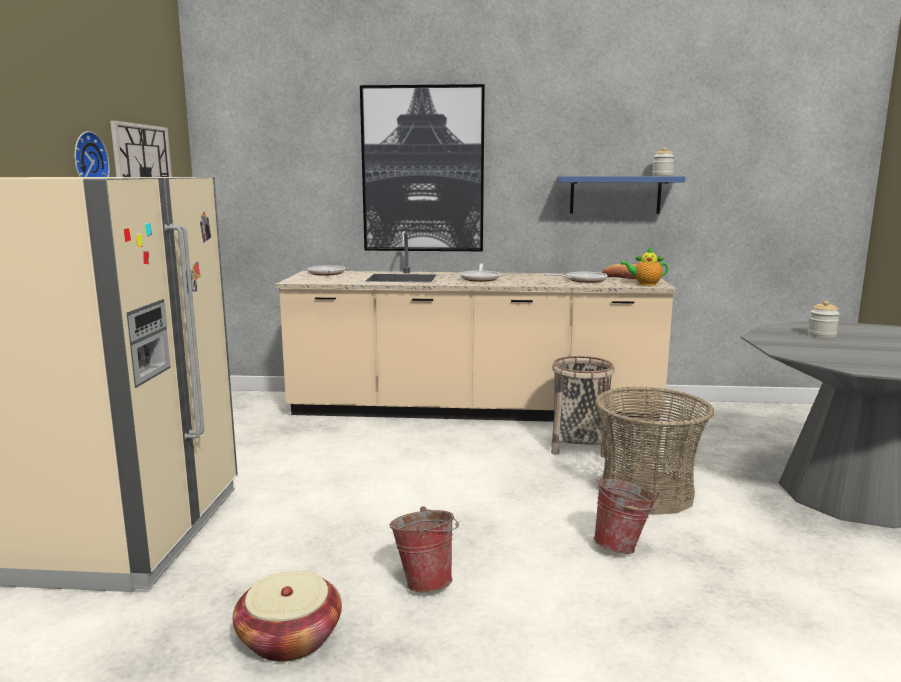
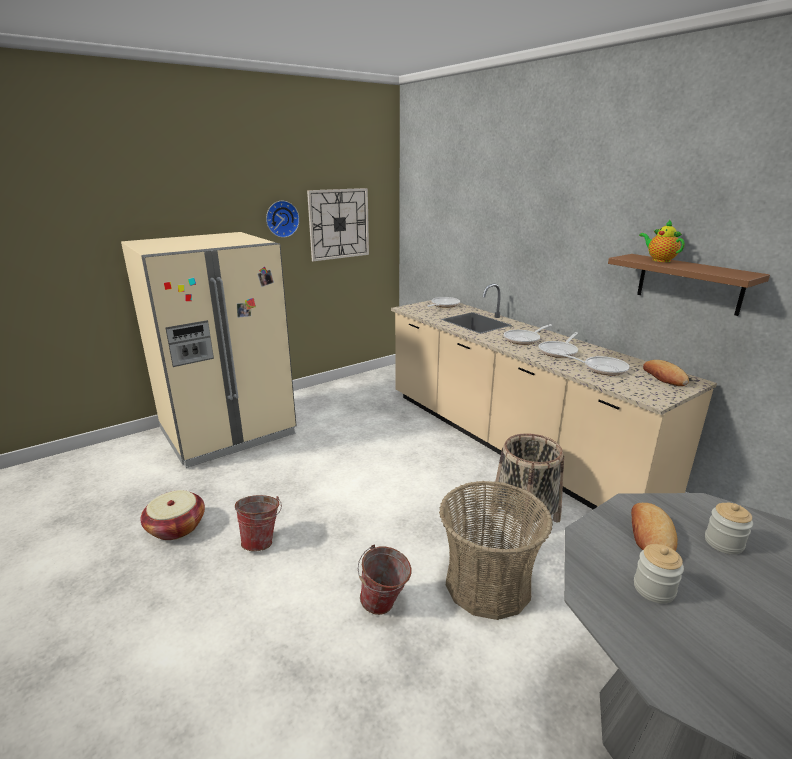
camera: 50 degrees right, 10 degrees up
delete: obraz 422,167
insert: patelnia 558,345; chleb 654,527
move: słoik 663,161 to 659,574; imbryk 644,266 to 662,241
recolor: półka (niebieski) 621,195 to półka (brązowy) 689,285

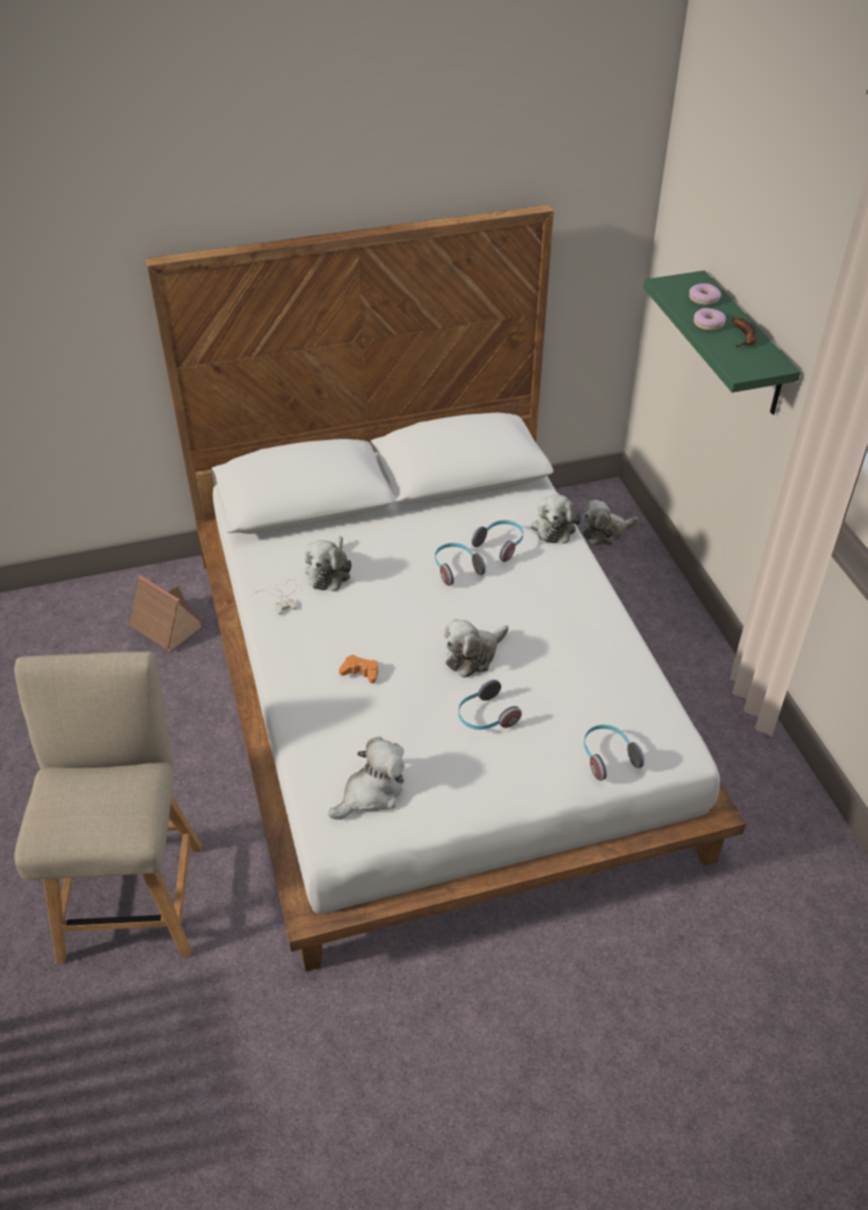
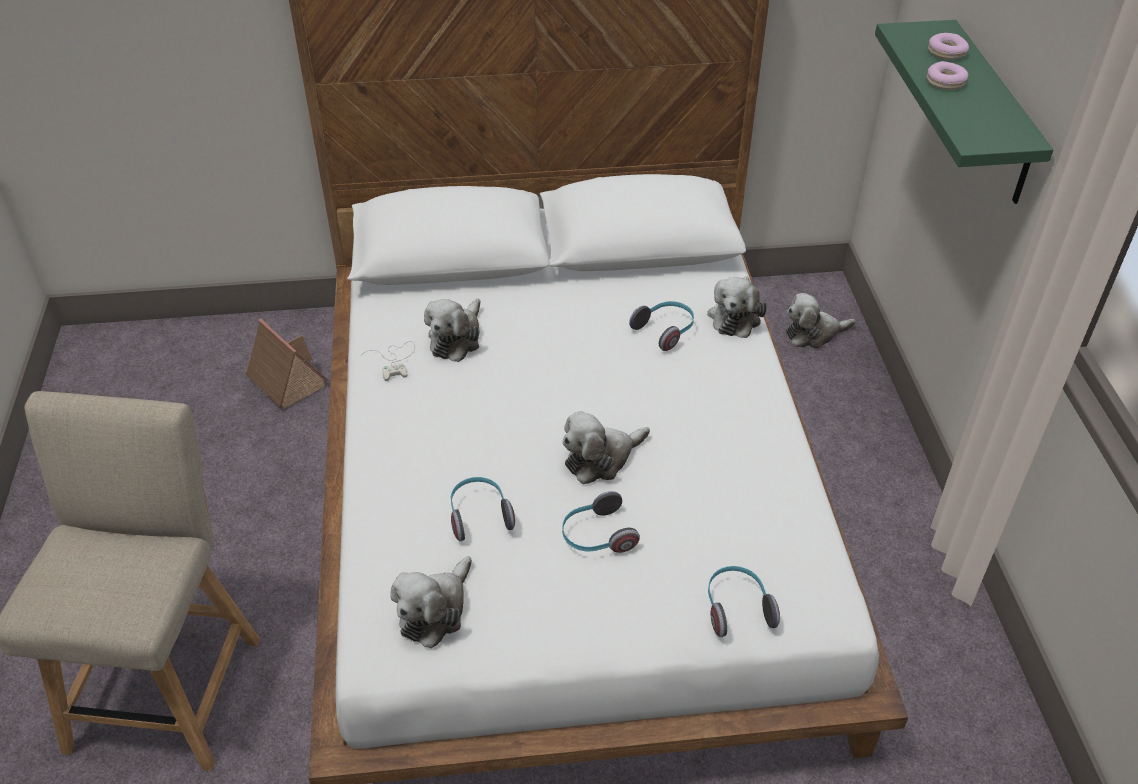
camera: 10 degrees right, 0 degrees up
delete: pad do gier (pomarańczowy) 358,669; banan 744,332
move: słuchawki 460,564 to 483,509
rotate: pluszak 366,778 = 431,602 150 degrees clockwise

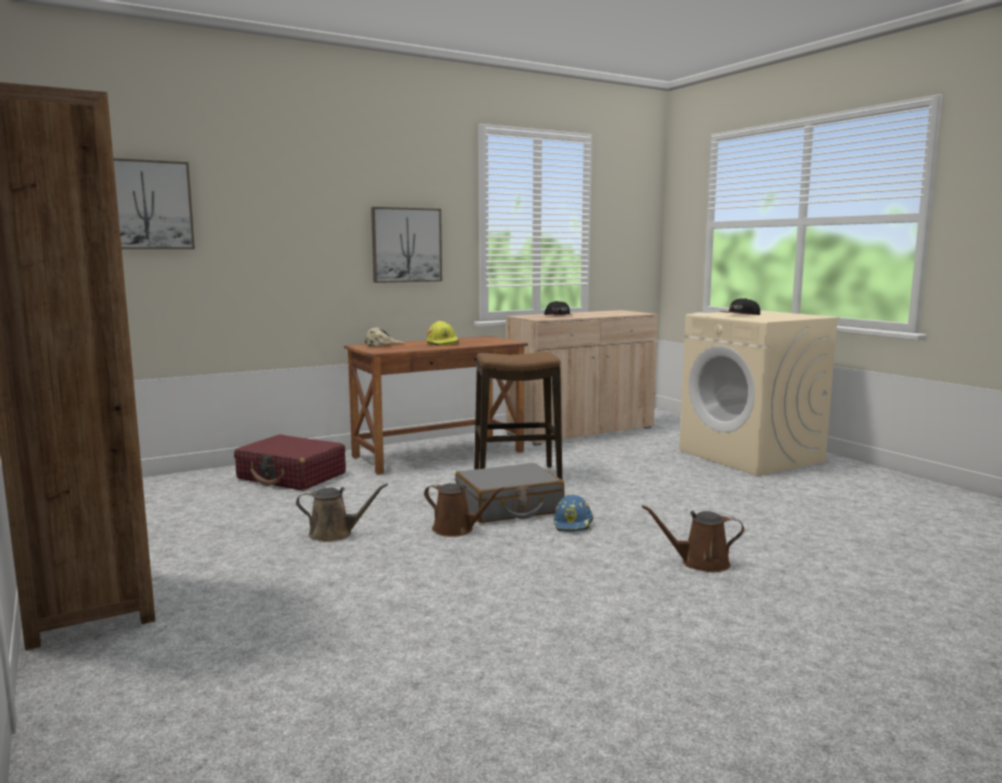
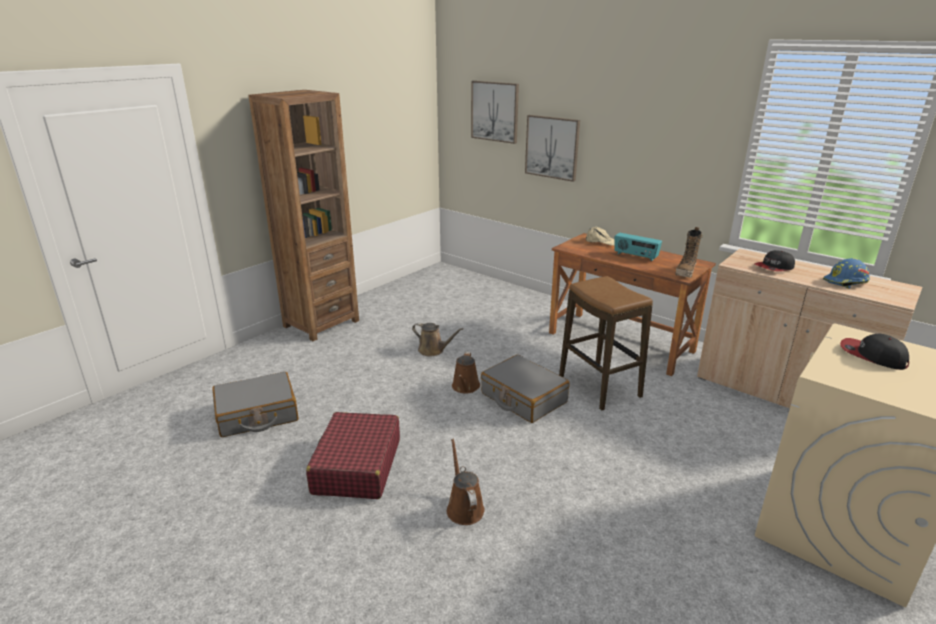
camera: 70 degrees right, 15 degrees up
insert: walizka (szary) 255,404; but z cholewką 688,252
move: walizka (czerwony) 290,462 to 353,455; obraz 406,245 to 552,148; kask (niebieski) 573,513 to 846,273
replace: kask (żółty) 443,333 to radio 638,247
rotate: konewka (brązowy) 342,512 = 438,339 45 degrees counterclockwise

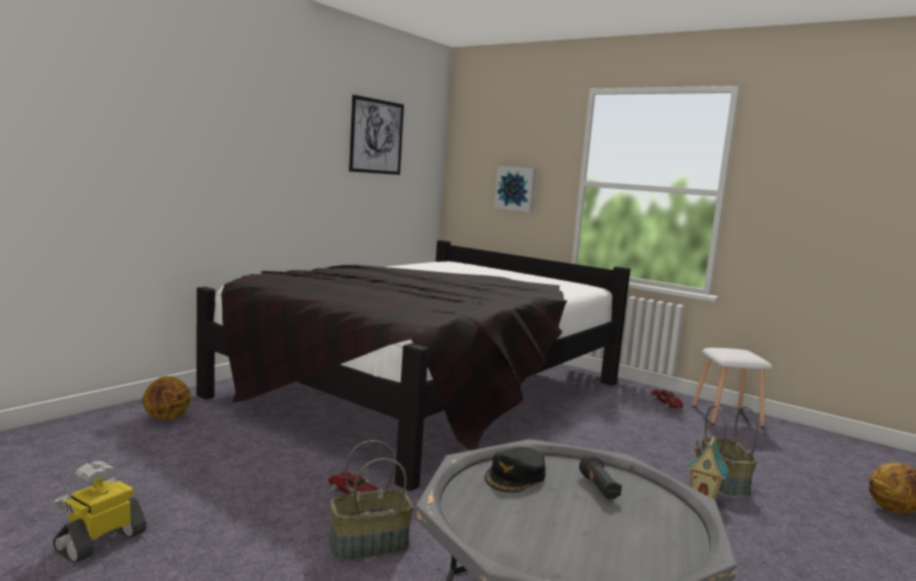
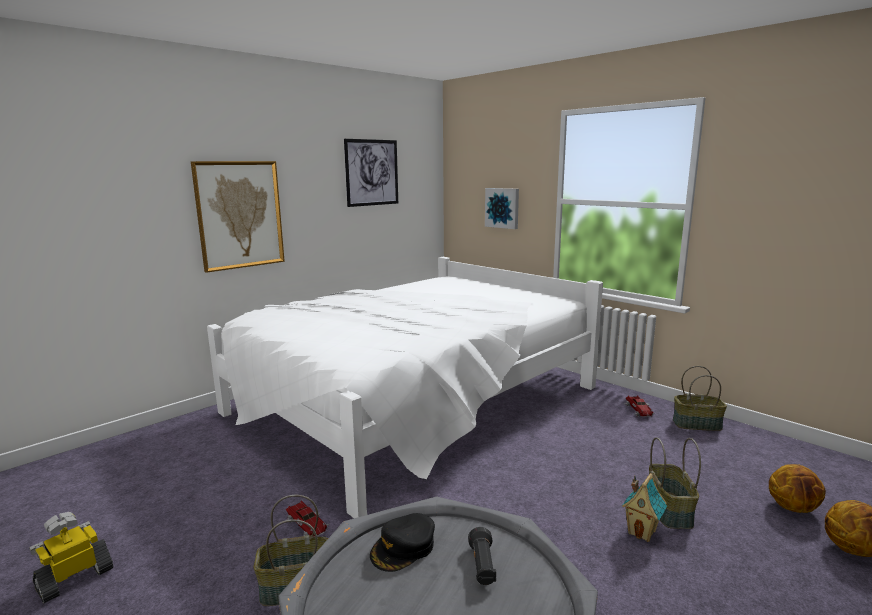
camera: 10 degrees right, 5 degrees up
insert: obraz 238,217
move: piłka do koszykówki 166,398 to 797,488
replace: stołek (biały) 732,388 to koszyk 700,398
recolor: łóżko (czarny) 413,365 to łóżko (biały) 405,387

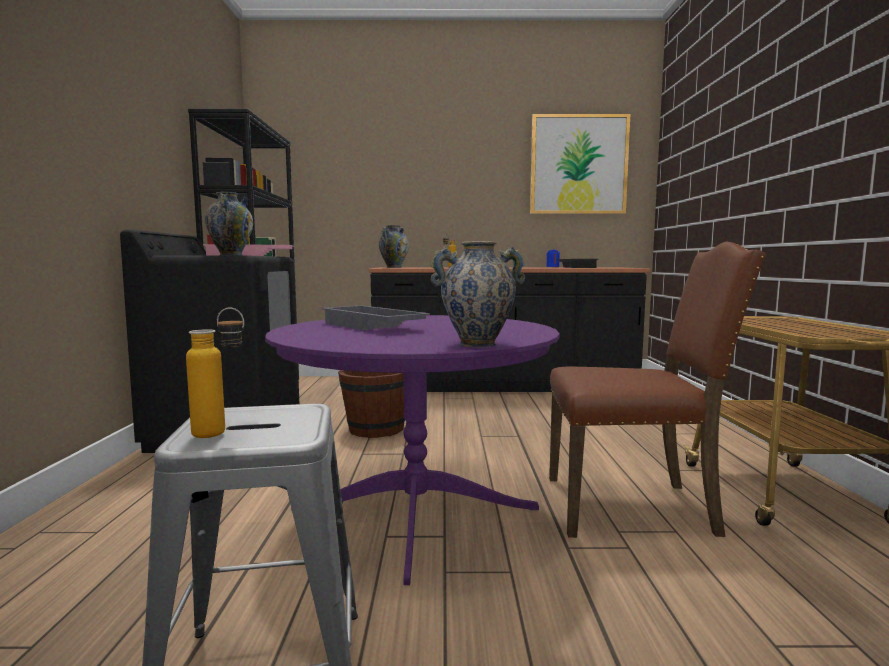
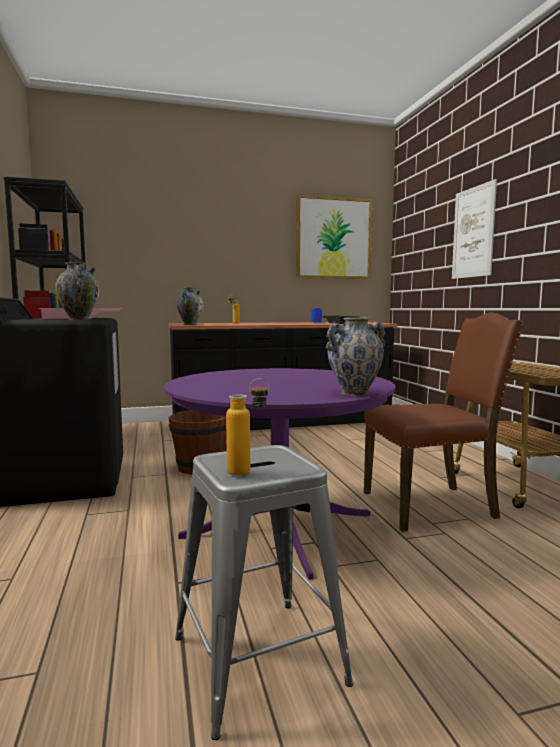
camera: 15 degrees left, 0 degrees up
delete: taca (szary) 376,317
insert: obraz 474,229

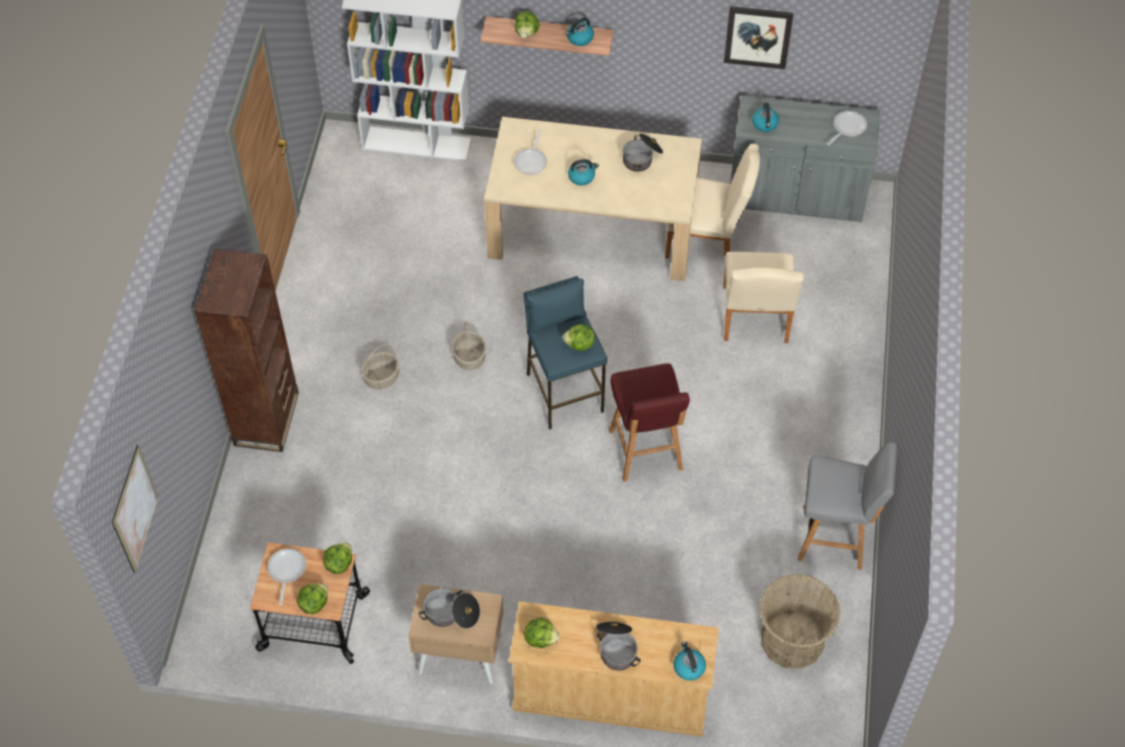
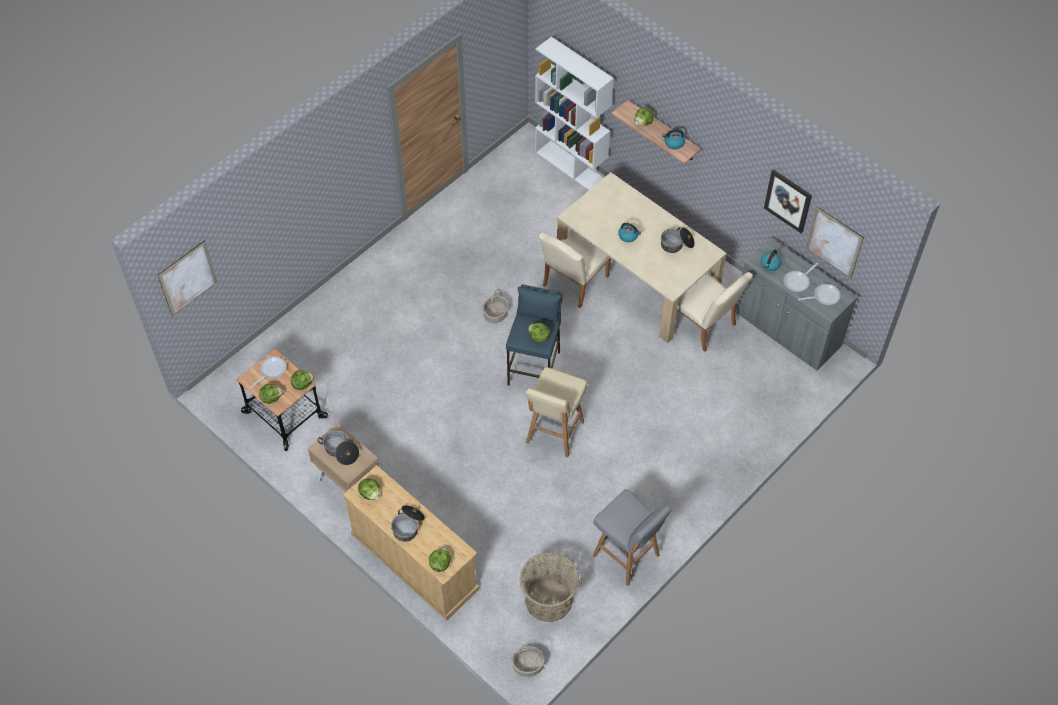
camera: 35 degrees right, 0 degrees up
delete: regał (brązowy) 246,350
insert: obraz 835,243
move: koszyk 380,366 to 528,661; krzesło (beżowy) 764,297 to 574,268; patelnia 530,152 to 800,277
replace: czajnik 689,661 to sałata 439,559
recolor: stołek (czerwony) 649,423 to stołek (beżowy) 556,412

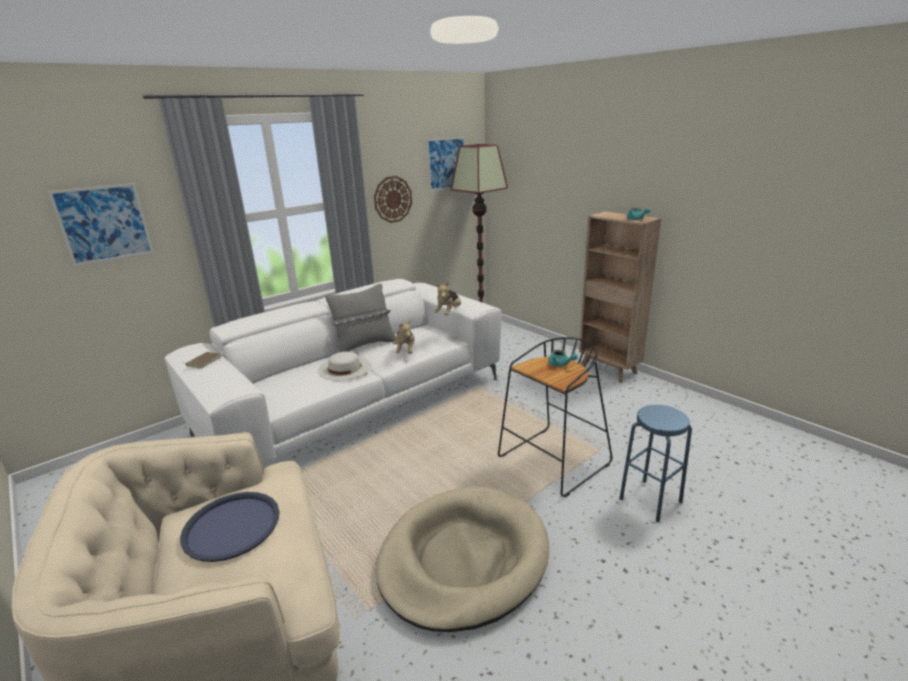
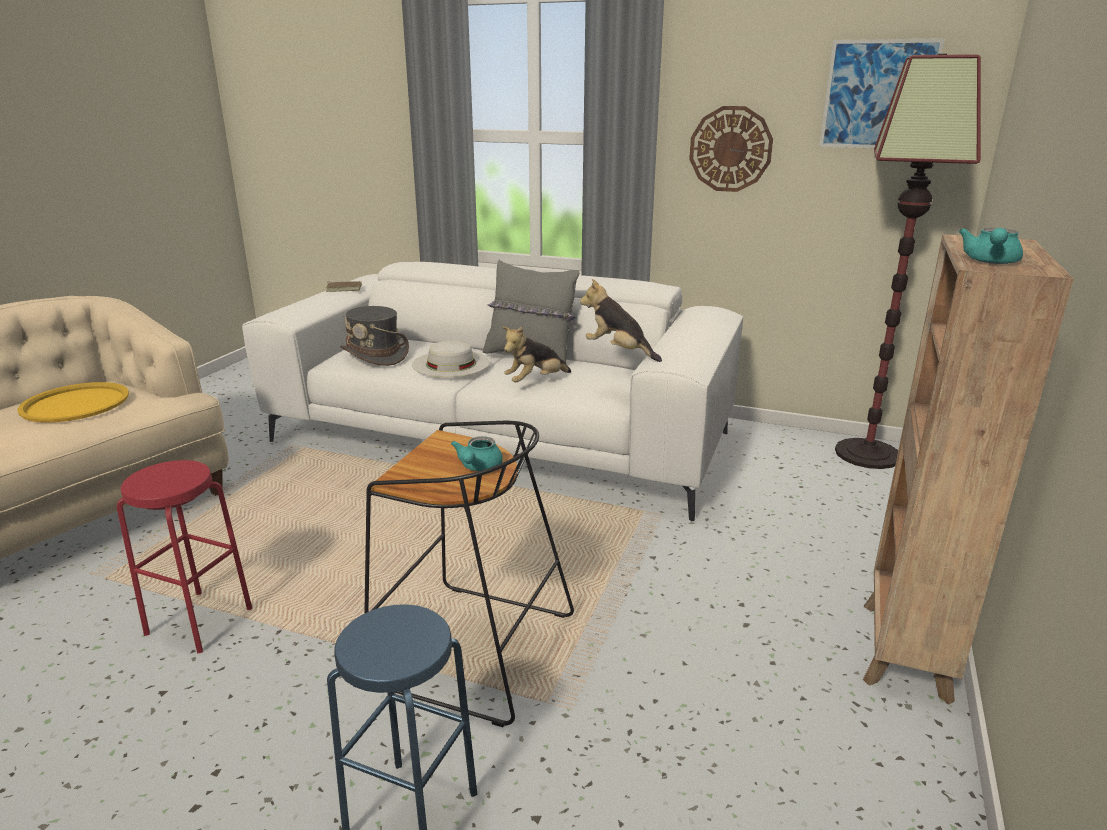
camera: 60 degrees right, 0 degrees up
delete: obraz 101,224
insert: kapelusz (szary) 374,336
replace: legowisko (beżowy) 462,559 to stołek (czerwony) 184,556
recolor: taca (niebieski) 230,527 to taca (żółty) 73,402
rotate: pluszak 447,298 = 621,320 45 degrees clockwise

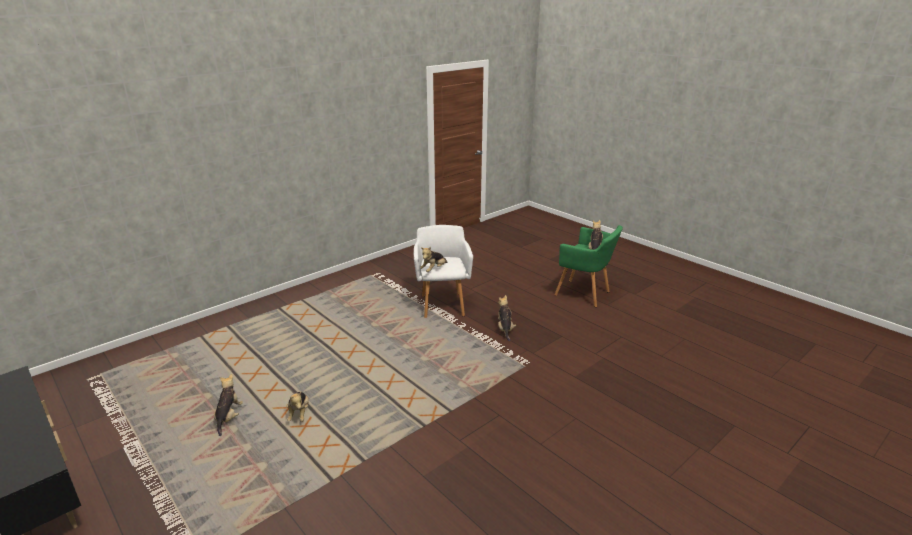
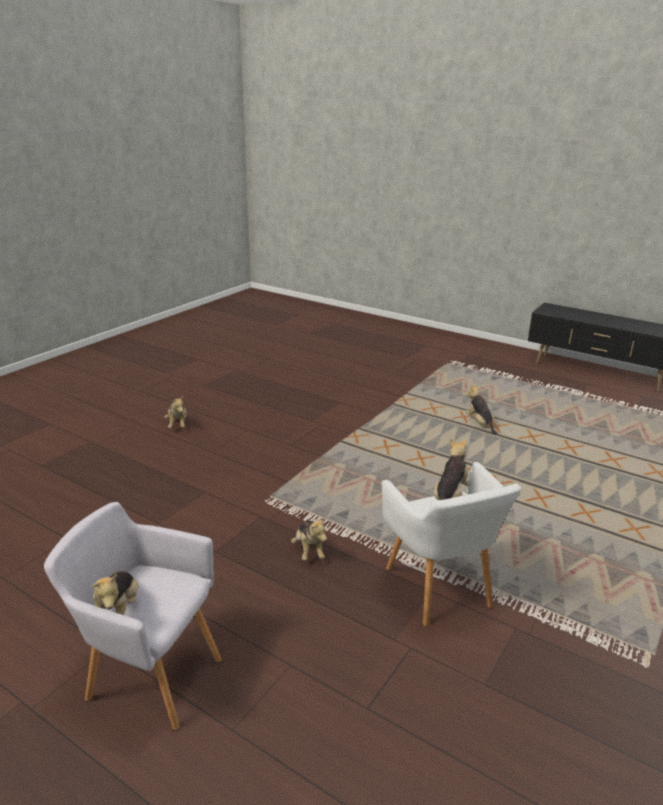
camera: 165 degrees right, 0 degrees up
move: pluszak 228,405 to 175,412
recolor: fotel (zielony) 589,266 to fotel (szary) 133,616

